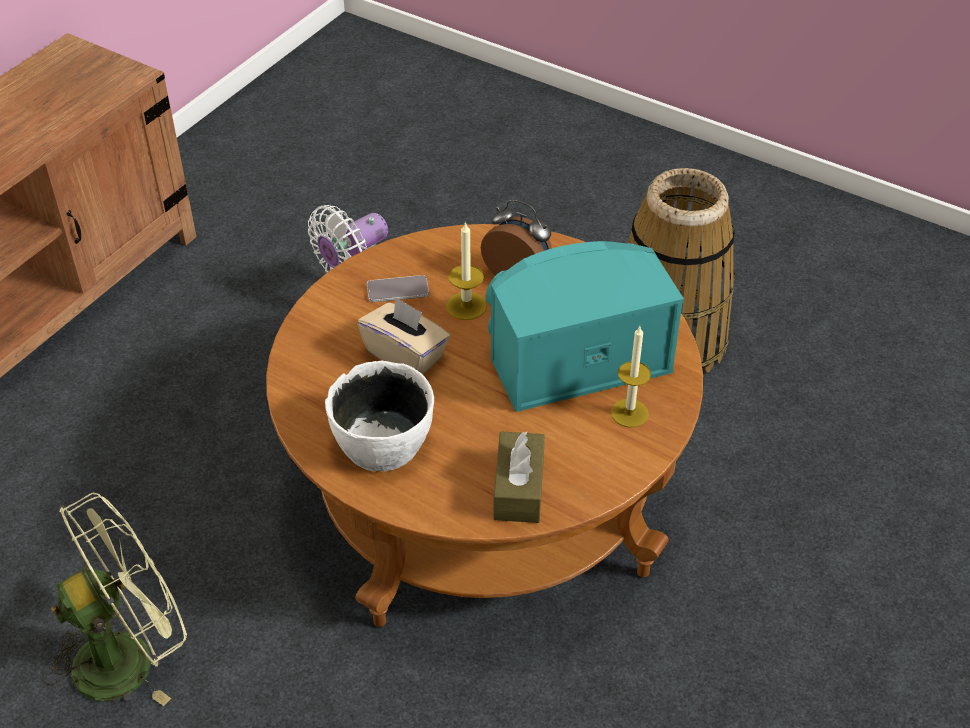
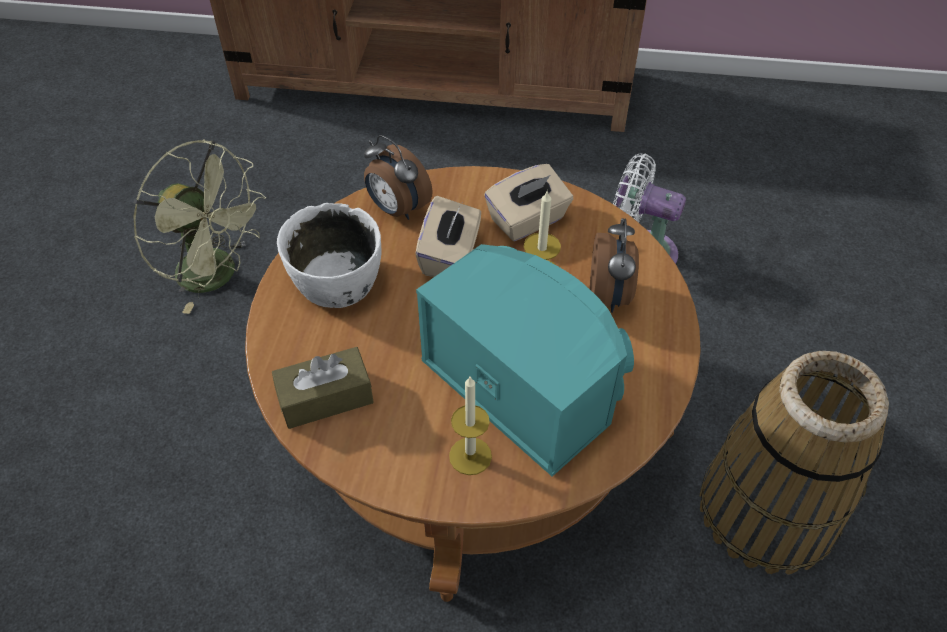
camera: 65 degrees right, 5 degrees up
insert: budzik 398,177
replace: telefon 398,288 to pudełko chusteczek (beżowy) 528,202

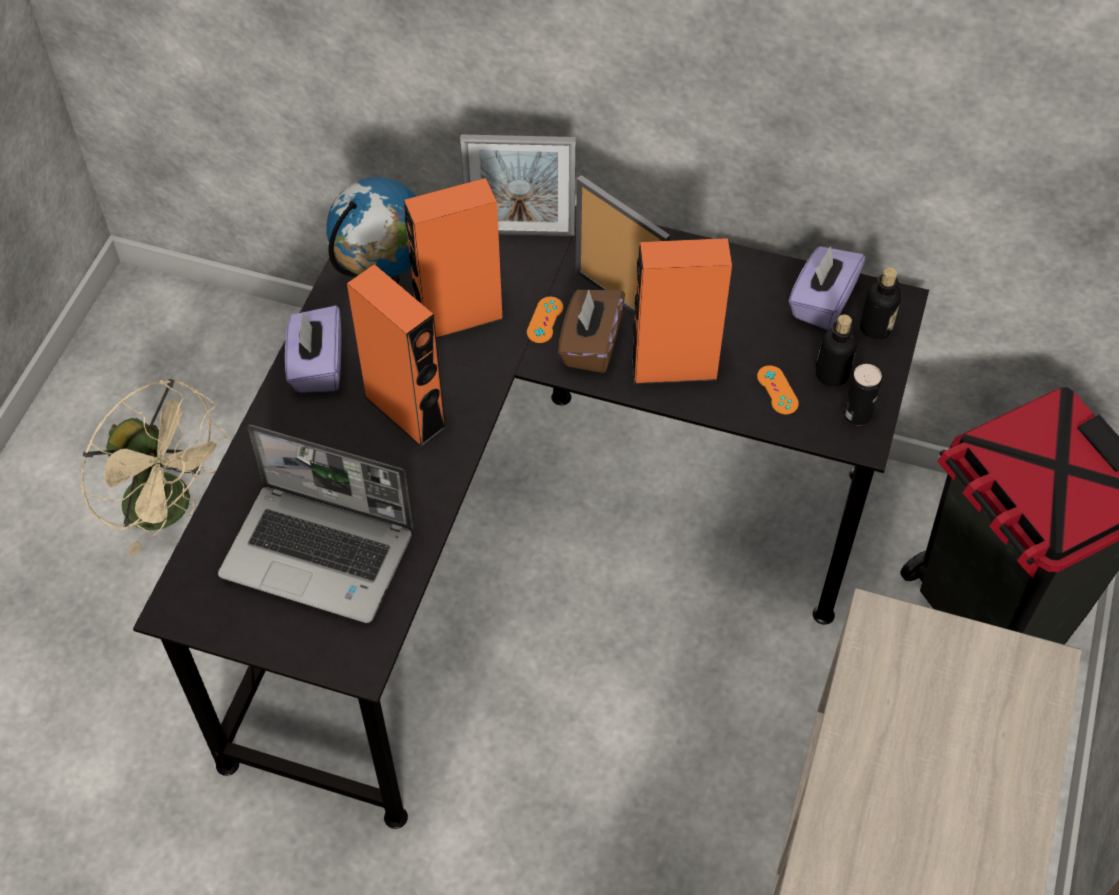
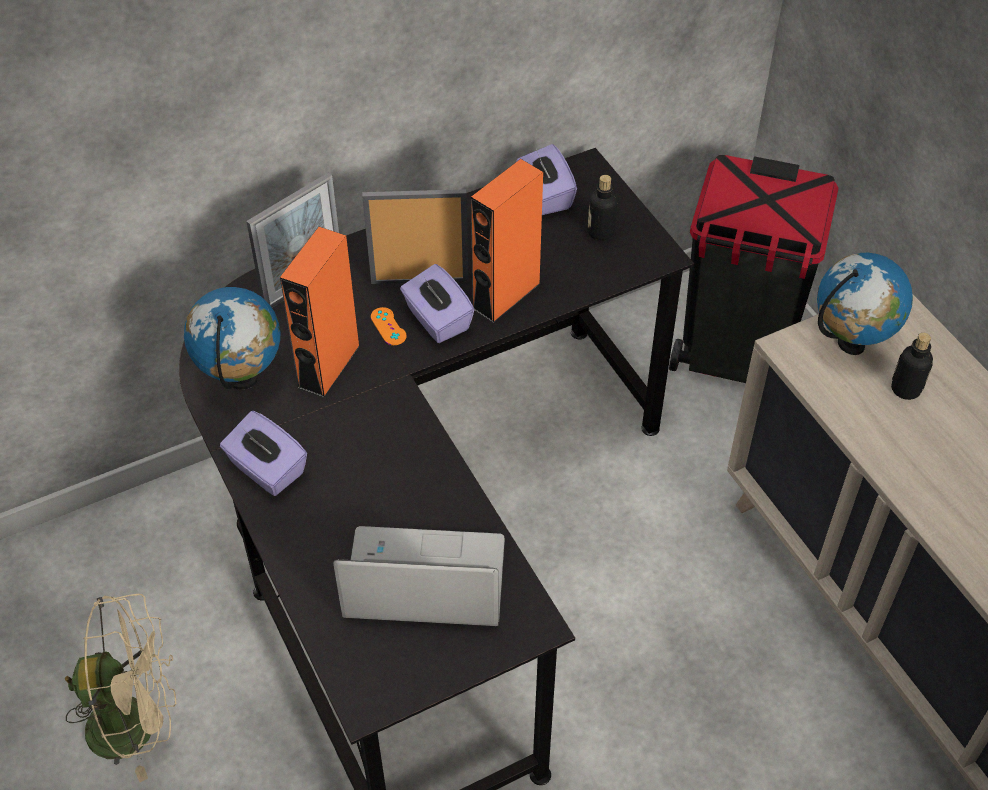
camera: 45 degrees left, 5 degrees down
delete: głośnik (pomarańczowy) 397,355; pad do gier (pomarańczowy) 778,389; puszka 862,394
insert: globus 865,304
move: butelka 881,303 to 912,366
recolor: pudełko chusteczek (brązowy) 591,331 to pudełko chusteczek (fioletowy) 437,303
rotate: laptop 315,524 = 419,576 150 degrees counterclockwise

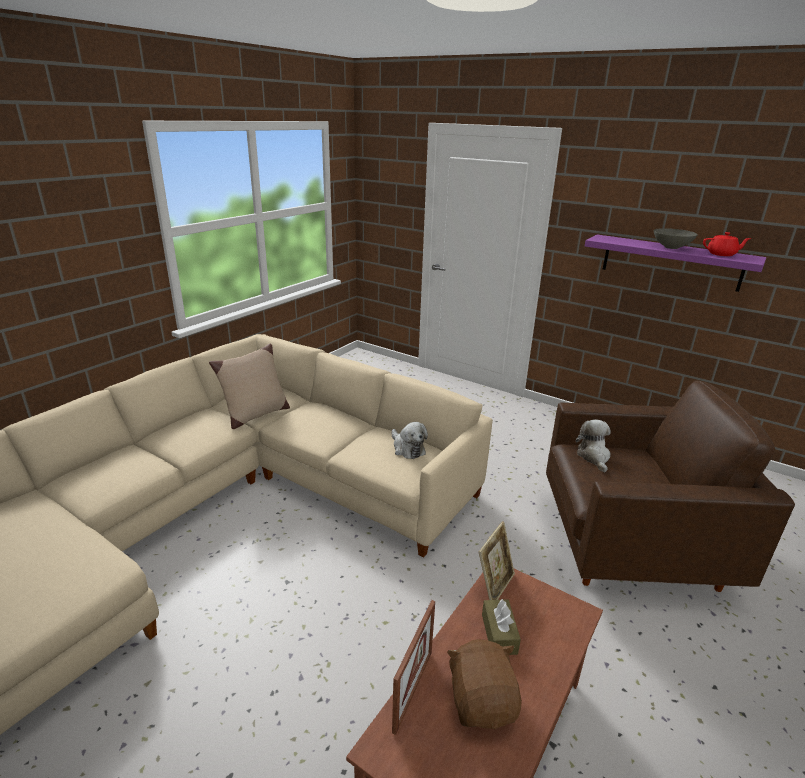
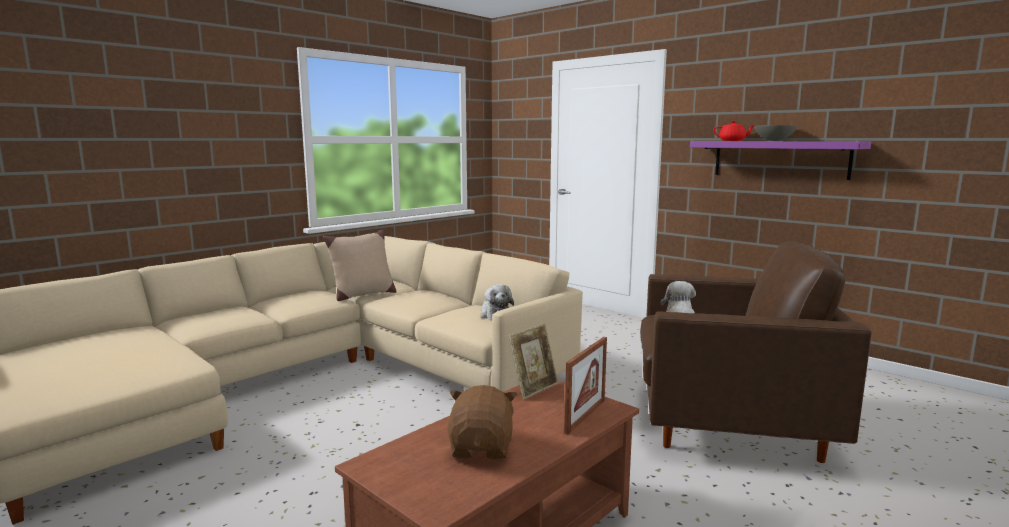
camera: 10 degrees right, 15 degrees down
delete: pudełko chusteczek (brązowy) 501,627
move: ramka na zdjęcie 413,667 to 585,386; imbryk (czerwony) 727,244 to 734,131

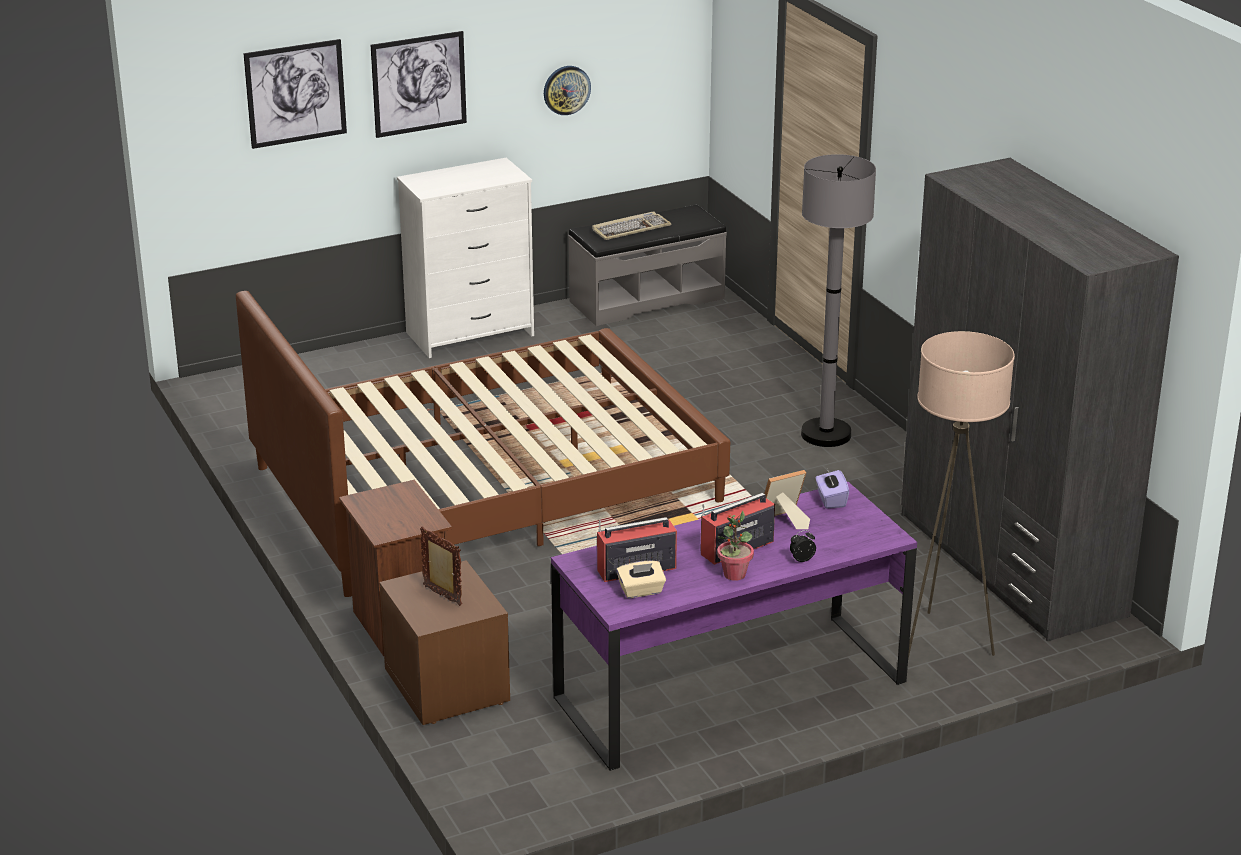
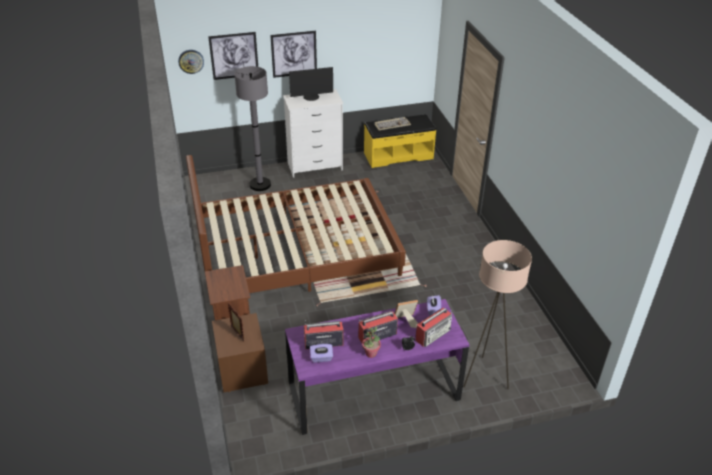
camera: 10 degrees right, 10 degrees up
delete: szafa (szary) 1040,399
insert: monitor 311,84; radio 433,327
move: zegar ścienny 567,90 to 191,62; lampa stojąca (szary) 838,300 to 252,128
recolor: pudełko chusteczek (beżowy) 641,579 to pudełko chusteczek (fioletowy) 321,353; ławka (szary) 647,265 to ławka (żółty) 400,141

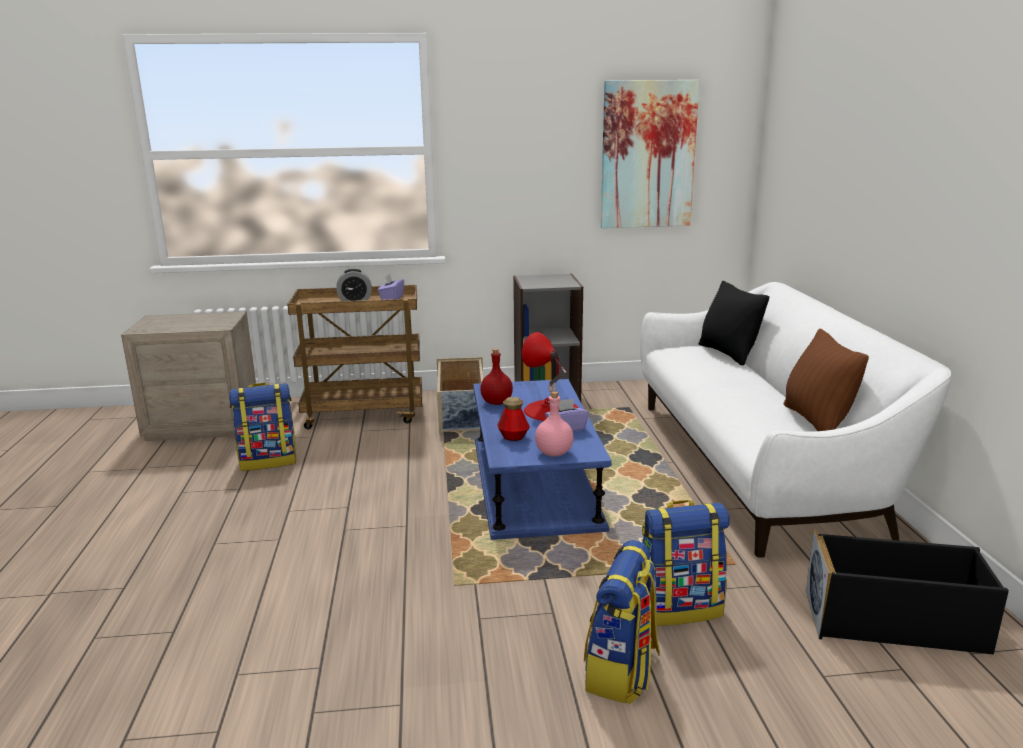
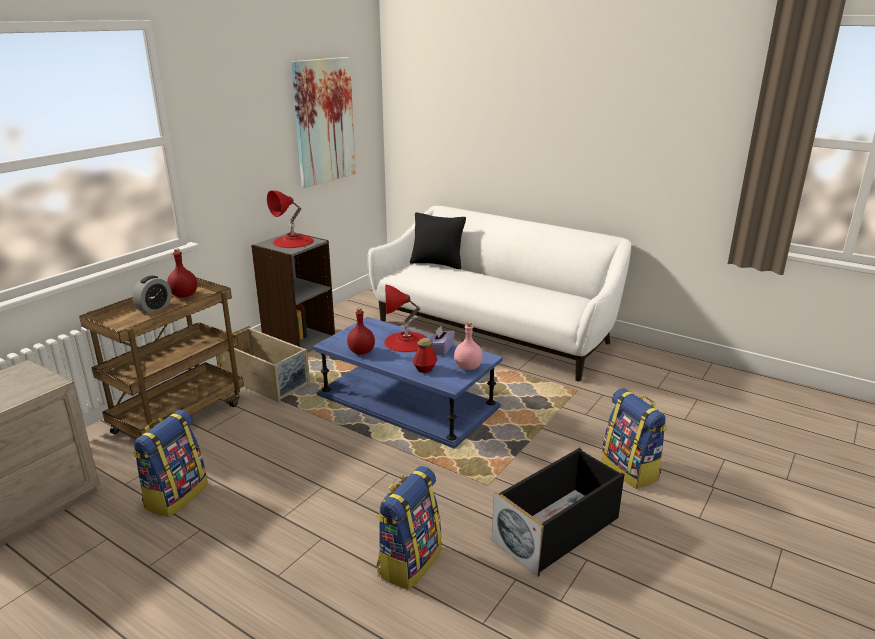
camera: 50 degrees left, 5 degrees up
delete: poduszka (brązowy) 826,379
insert: lampa stołowa (czerwony) 290,219
move: plecak 686,563 to 409,528; pojemnik do przechowywania (czarny) 907,592 to 558,512
replace: pudełko chusteczek (fioletowy) 391,287 to butelka (czerwony) 182,273

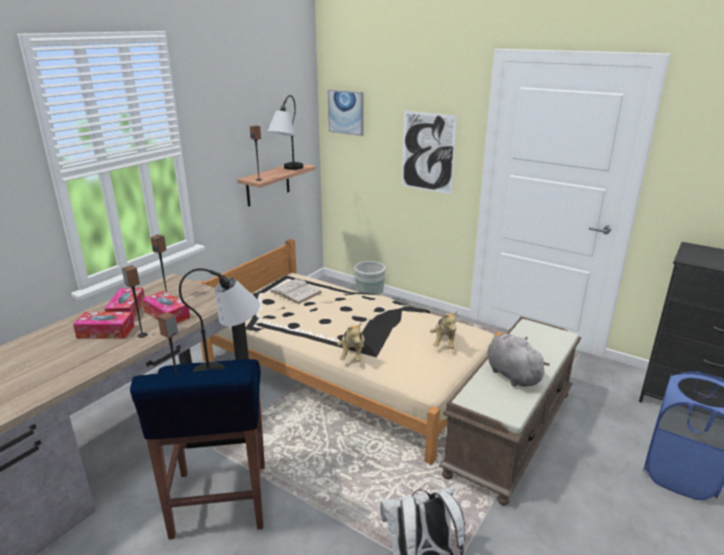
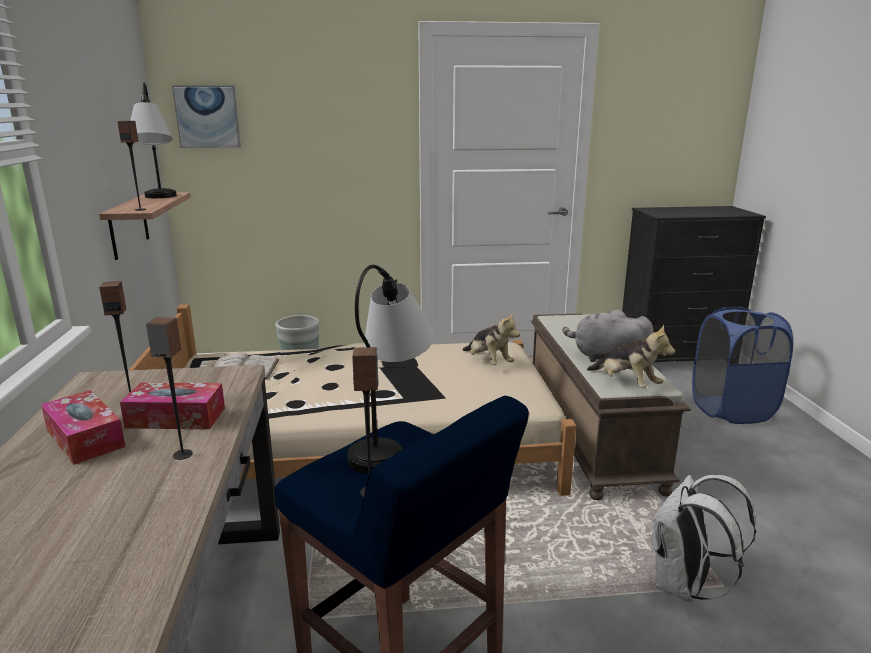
camera: 40 degrees left, 5 degrees down
delete: pudełko chusteczek 104,325; obraz 429,152
move: pluszak 351,342 to 631,356

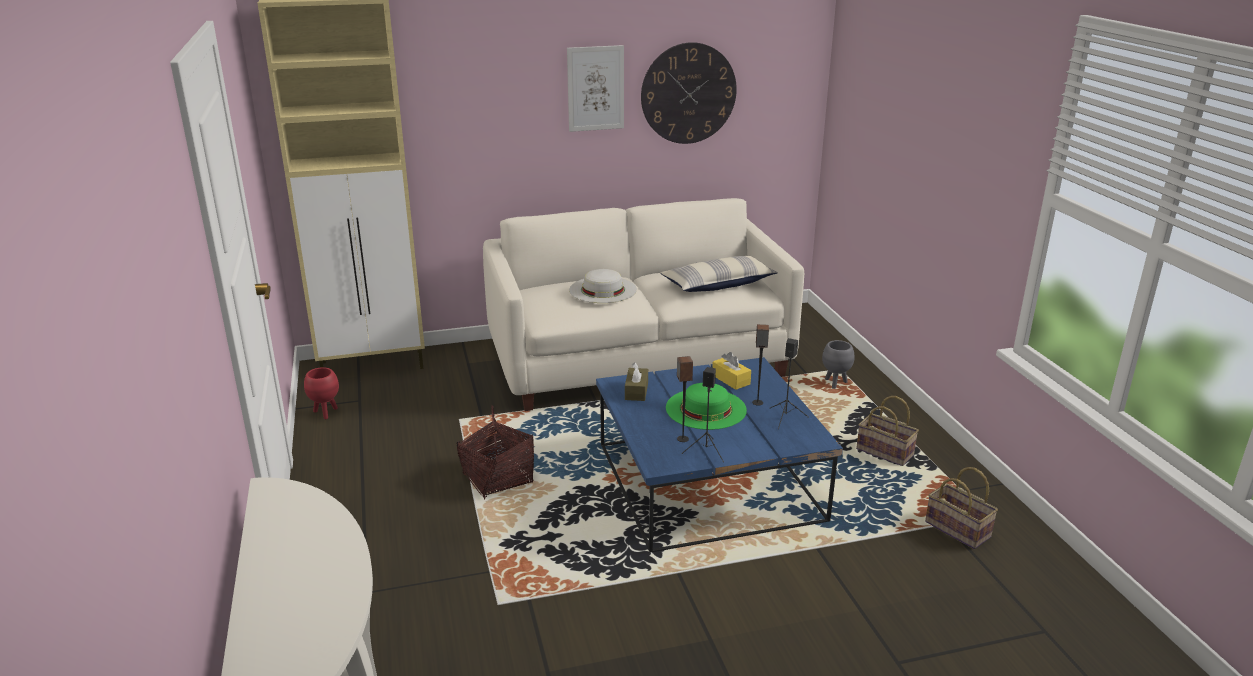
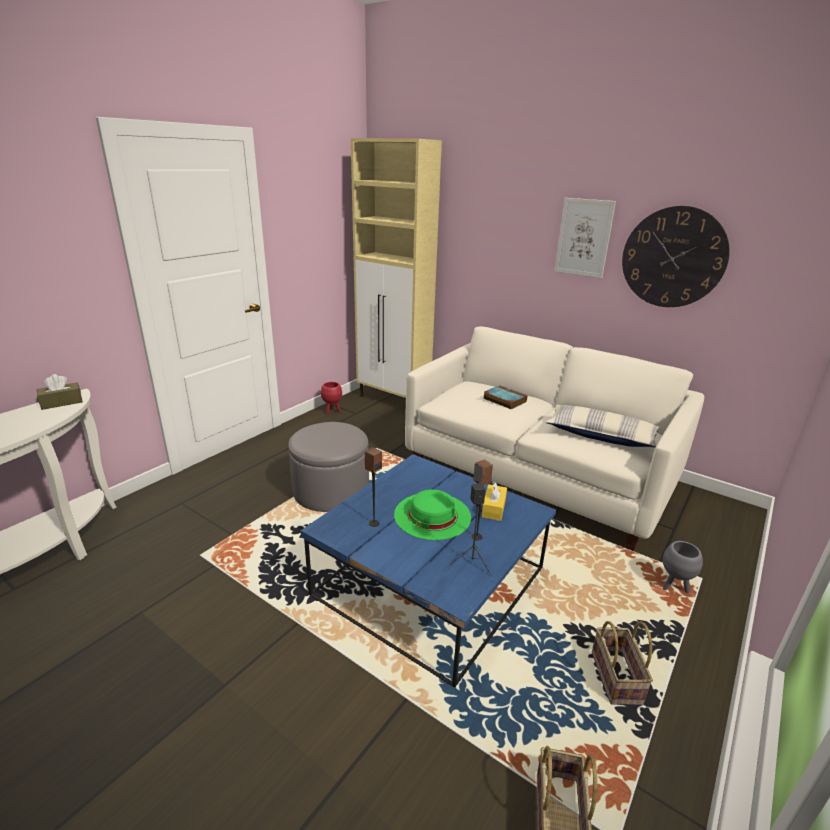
camera: 50 degrees right, 0 degrees up
delete: głośnik (czarny) 703,414
move: pudełko chusteczek (brązowy) 636,381 to 60,392
replace: koszyk 495,452 to pufa (szary) 328,467; kapelusz (biały) 603,286 to książka 505,397

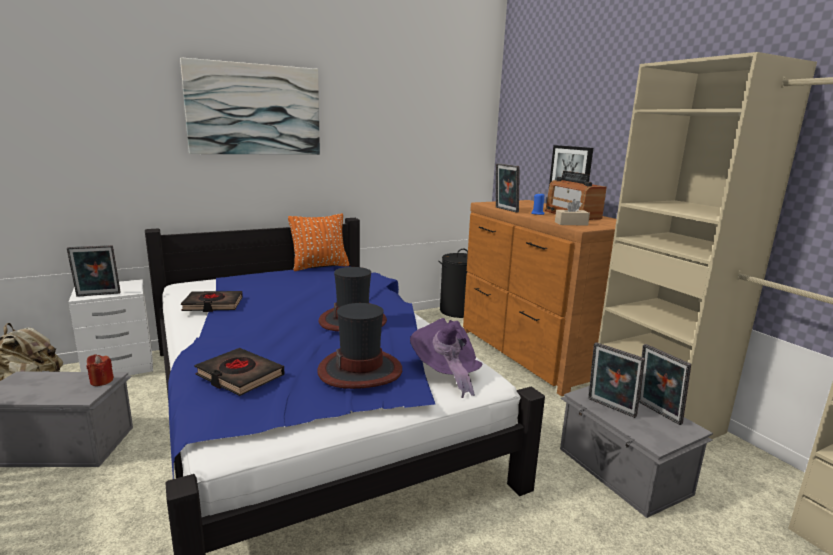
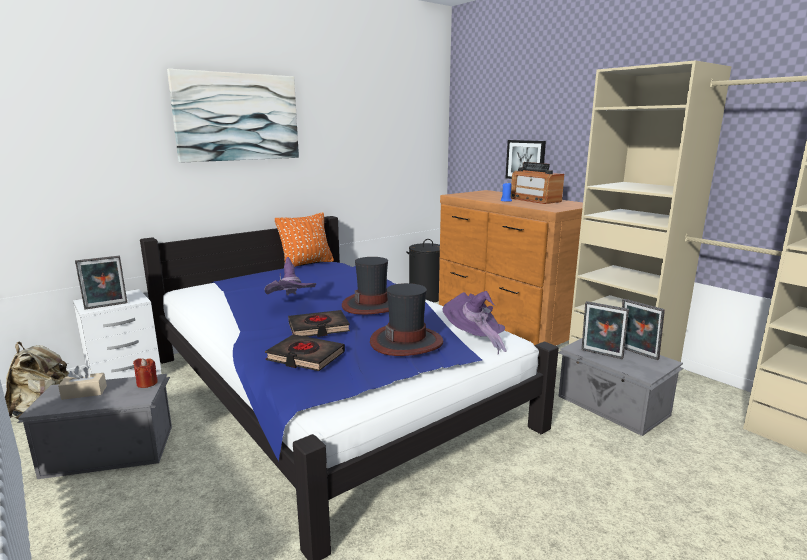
camera: 10 degrees left, 0 degrees up
delete: ramka na zdjęcie 508,188
insert: kapelusz (fioletowy) 290,276
move: pudełko chusteczek (beżowy) 572,212 to 82,383; książka (czarny) 212,301 to 319,323

